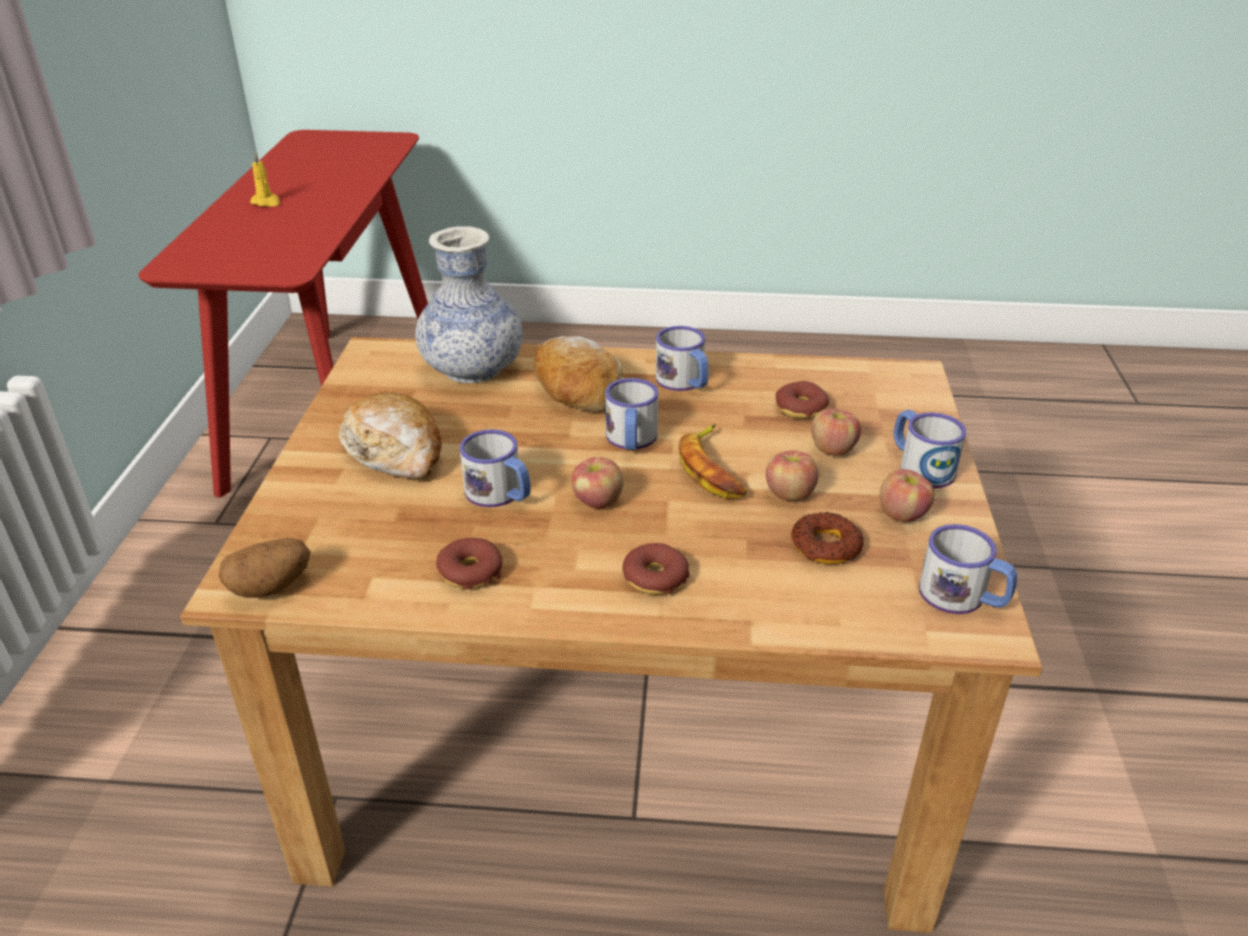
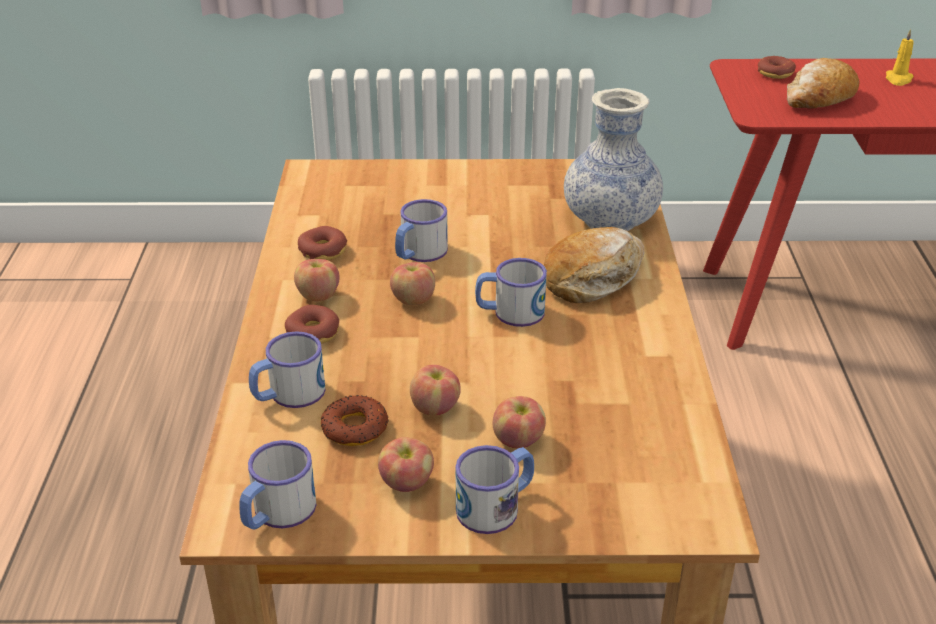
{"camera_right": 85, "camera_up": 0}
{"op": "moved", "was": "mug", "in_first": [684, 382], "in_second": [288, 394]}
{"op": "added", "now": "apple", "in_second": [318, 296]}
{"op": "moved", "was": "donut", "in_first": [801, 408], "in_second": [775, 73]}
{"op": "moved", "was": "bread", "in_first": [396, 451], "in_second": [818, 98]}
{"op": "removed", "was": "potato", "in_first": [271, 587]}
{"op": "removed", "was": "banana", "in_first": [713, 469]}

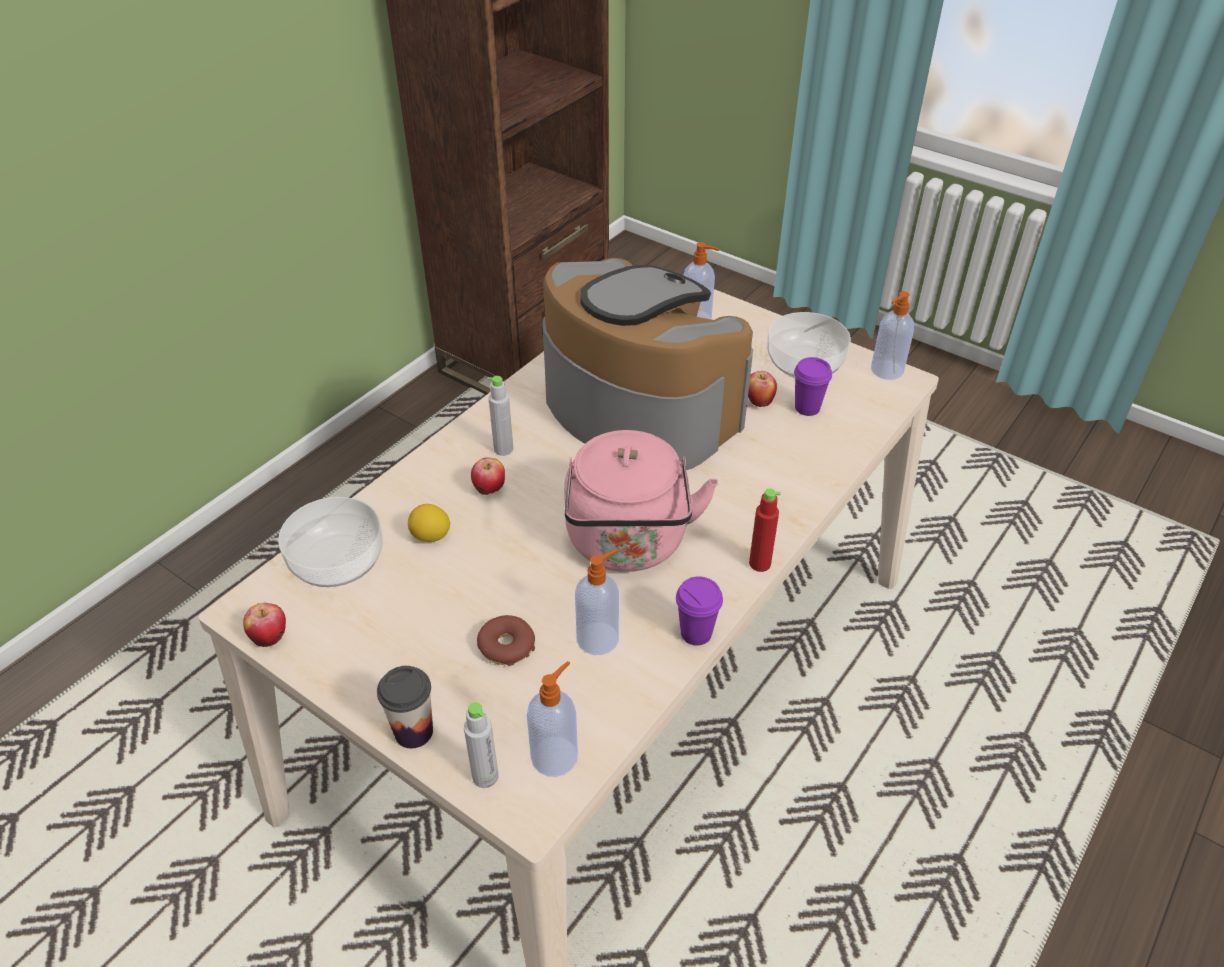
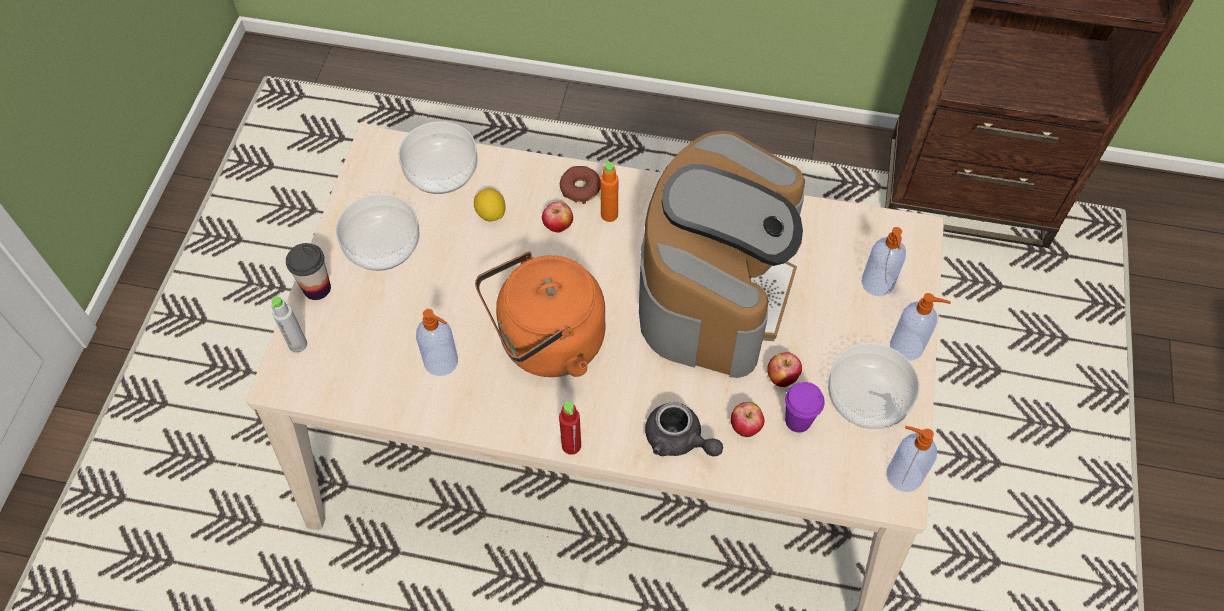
{"camera_right": 65, "camera_up": 15}
{"op": "added", "now": "bowl", "in_second": [382, 245]}
{"op": "recoloured", "was": "pink_kettle", "now": "orange_kettle", "in_first": [628, 544], "in_second": [546, 344]}
{"op": "moved", "was": "donut", "in_first": [506, 646], "in_second": [580, 188]}
{"op": "recoloured", "was": "grey_bottle", "now": "orange_bottle", "in_first": [503, 449], "in_second": [609, 215]}
{"op": "added", "now": "grey_teapot", "in_second": [679, 440]}
{"op": "moved", "was": "apple", "in_first": [270, 638], "in_second": [745, 427]}
{"op": "moved", "was": "soap_dispenser", "in_first": [555, 755], "in_second": [907, 346]}
{"op": "removed", "was": "purple_cup", "in_first": [696, 633]}

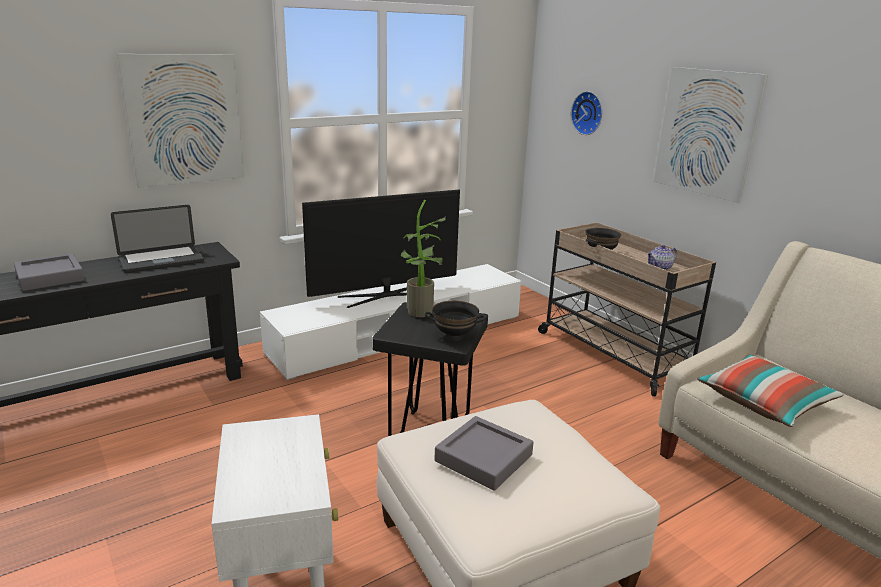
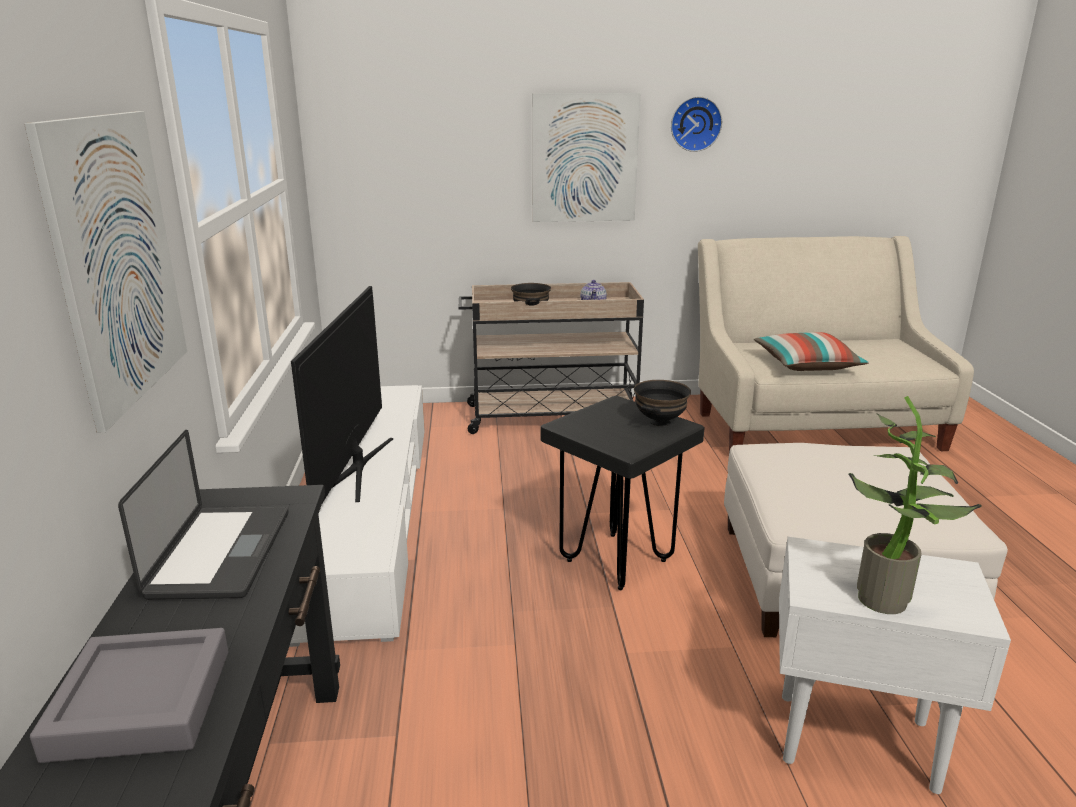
{"camera_right": -60, "camera_up": 0}
{"op": "moved", "was": "wall_clock", "in_first": [588, 113], "in_second": [695, 124]}
{"op": "moved", "was": "potted_plant", "in_first": [422, 313], "in_second": [889, 599]}
{"op": "removed", "was": "grey_tray", "in_first": [483, 458]}

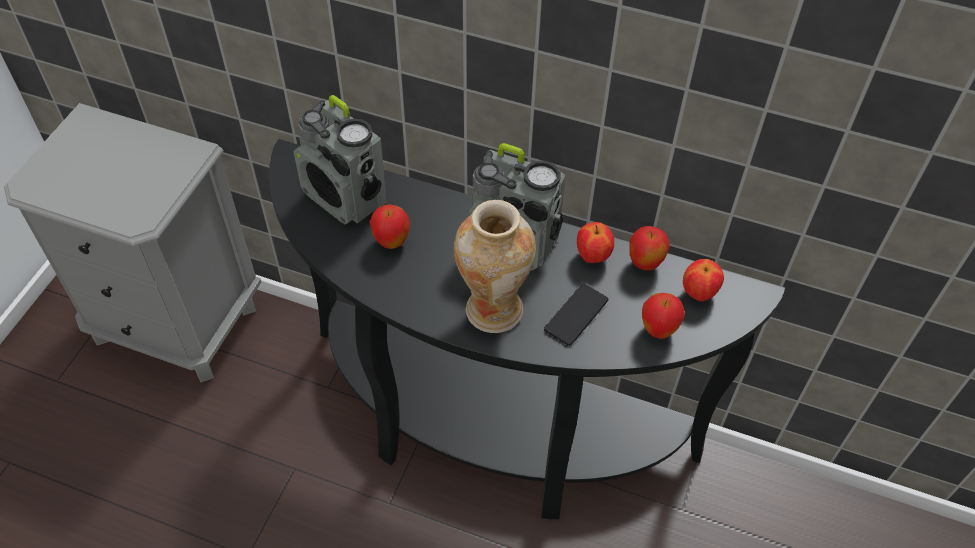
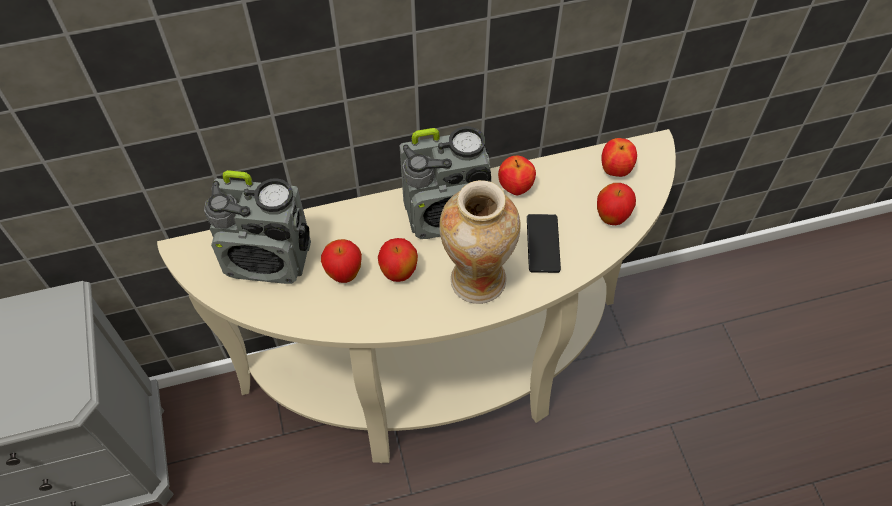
{"camera_right": -35, "camera_up": 5}
{"op": "recoloured", "was": "black_console_table", "now": "beige_console_table", "in_first": [487, 431], "in_second": [443, 383]}
{"op": "moved", "was": "apple", "in_first": [644, 263], "in_second": [399, 273]}

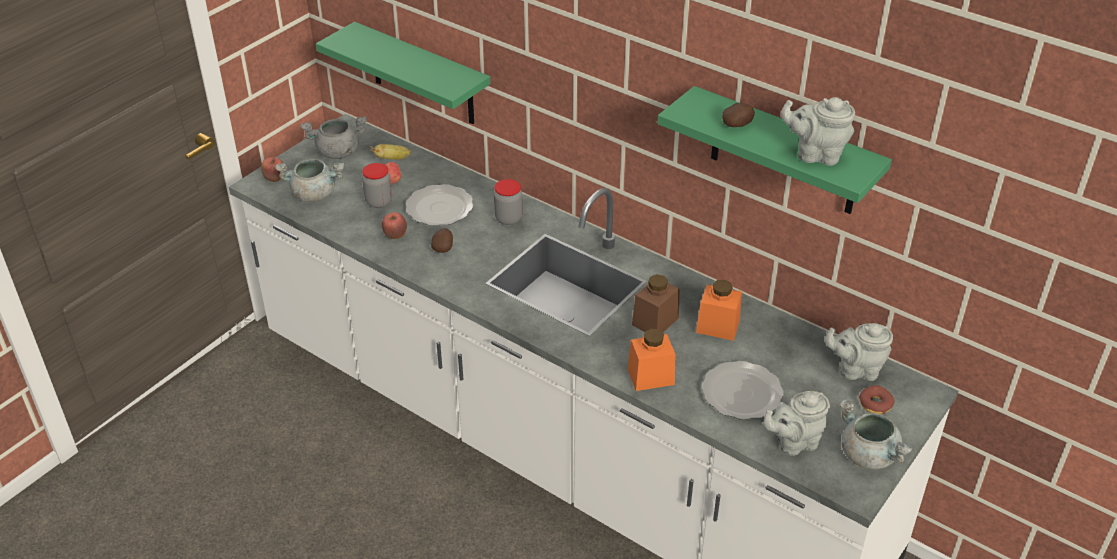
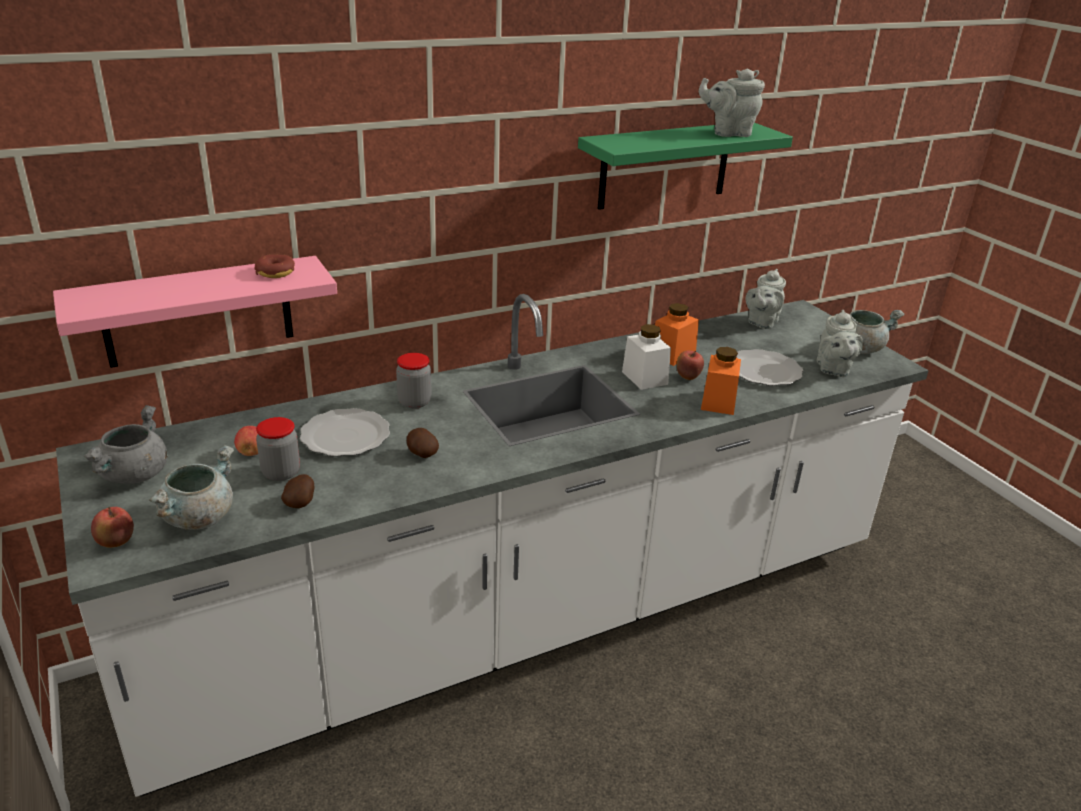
{"camera_right": -65, "camera_up": -10}
{"op": "recoloured", "was": "green_shelf", "now": "pink_shelf", "in_first": [422, 75], "in_second": [198, 312]}
{"op": "moved", "was": "donut", "in_first": [875, 404], "in_second": [275, 272]}
{"op": "moved", "was": "potato", "in_first": [737, 125], "in_second": [301, 502]}
{"op": "recoloured", "was": "brown_jar", "now": "white_jar", "in_first": [655, 321], "in_second": [644, 378]}
{"op": "moved", "was": "apple", "in_first": [395, 236], "in_second": [687, 377]}
{"op": "turned", "was": "grey_teapot", "in_first": [815, 154], "in_second": [728, 133], "clockwise": 45}
{"op": "removed", "was": "banana", "in_first": [392, 159]}

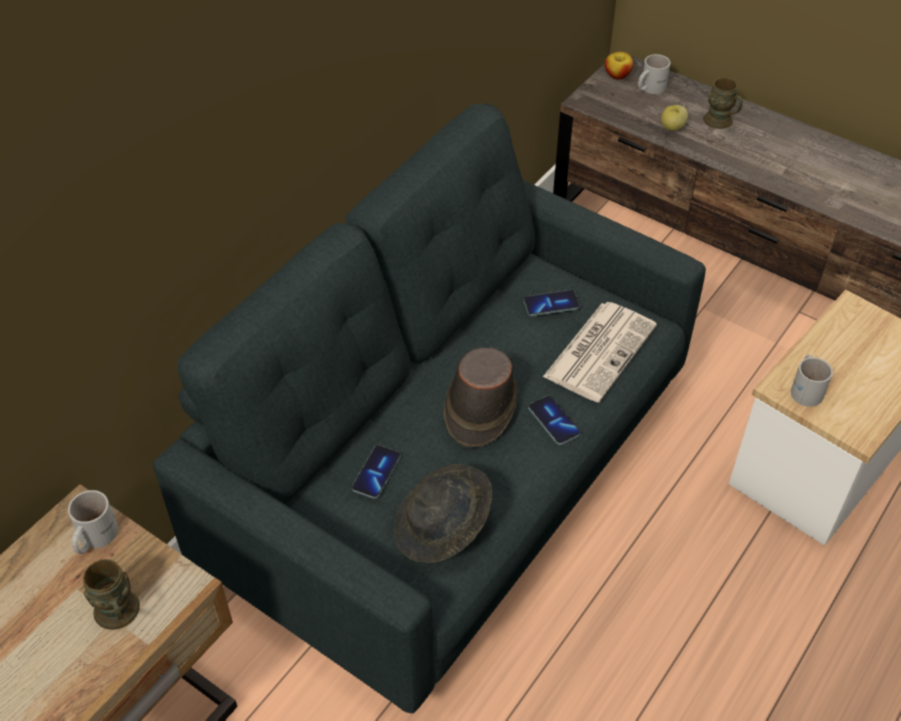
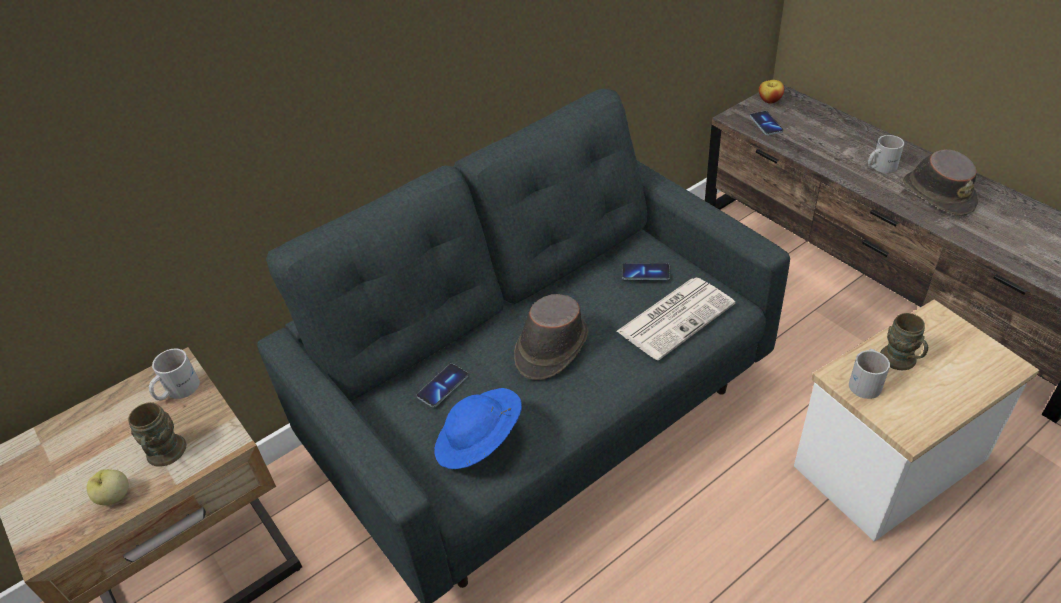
{"camera_right": 20, "camera_up": -5}
{"op": "moved", "was": "apple", "in_first": [672, 128], "in_second": [114, 497]}
{"op": "recoloured", "was": "grey_hat", "now": "blue_hat", "in_first": [442, 528], "in_second": [479, 443]}
{"op": "moved", "was": "phone", "in_first": [554, 421], "in_second": [766, 124]}
{"op": "moved", "was": "white_mug", "in_first": [649, 88], "in_second": [879, 166]}
{"op": "moved", "was": "brown_mug", "in_first": [721, 123], "in_second": [901, 362]}
{"op": "added", "now": "brown_hat", "in_second": [938, 194]}

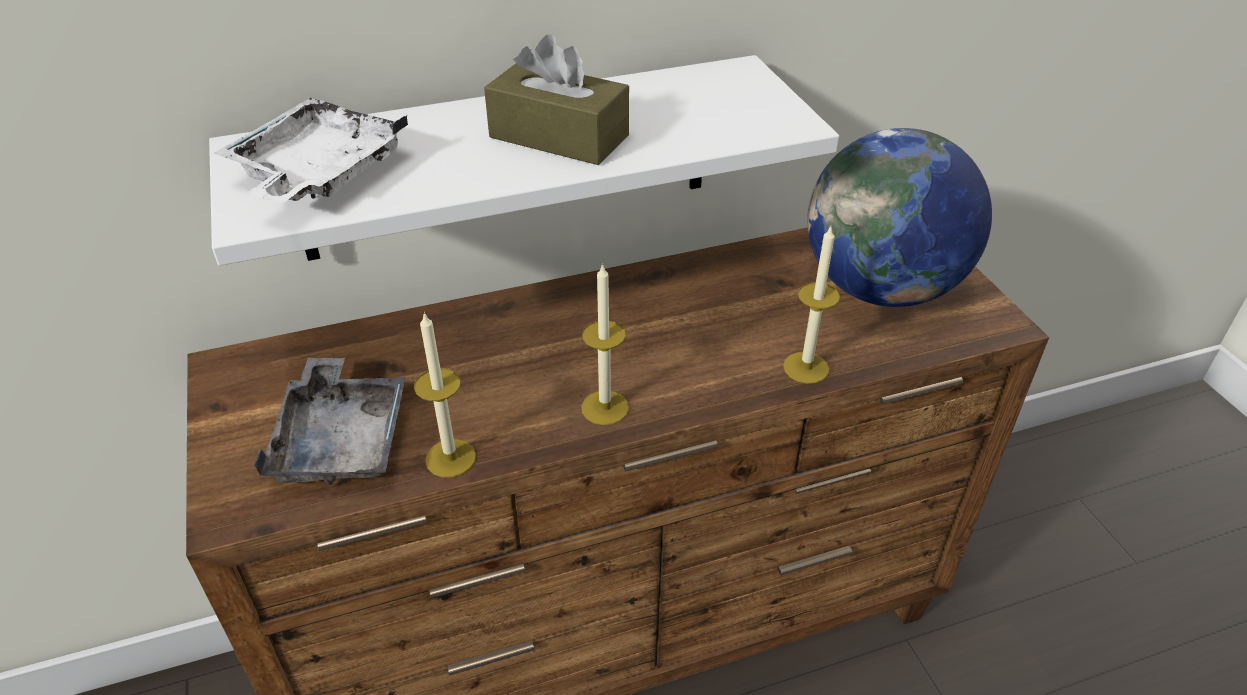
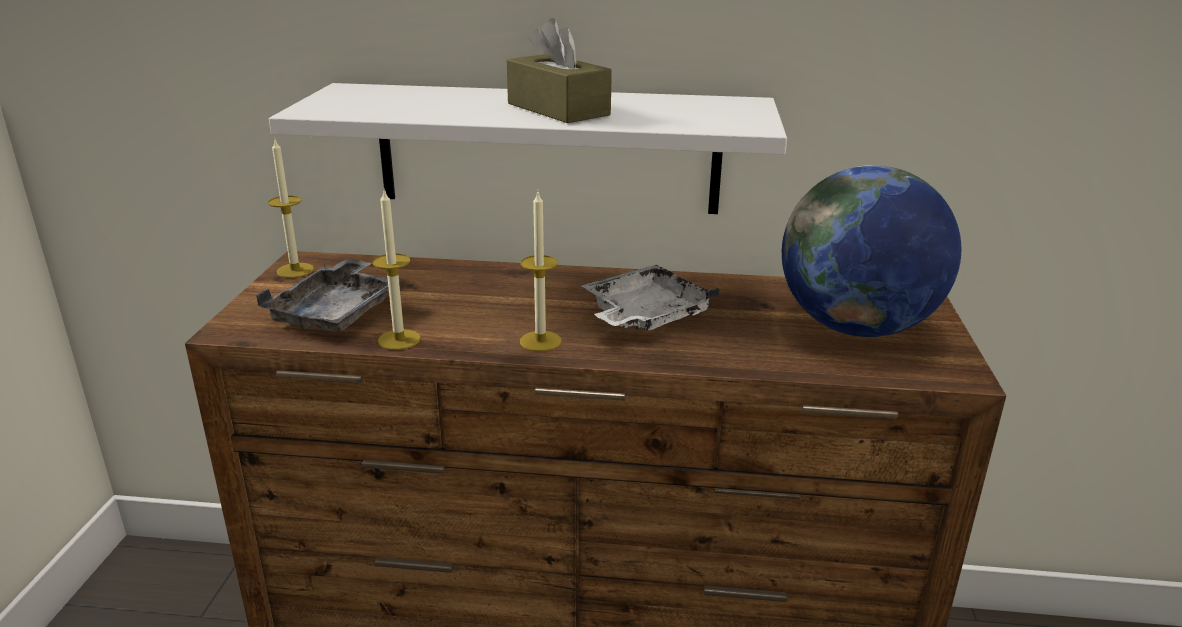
{"camera_right": 25, "camera_up": -15}
{"op": "moved", "was": "candle", "in_first": [806, 368], "in_second": [295, 270]}
{"op": "moved", "was": "white_tray", "in_first": [317, 174], "in_second": [645, 315]}

